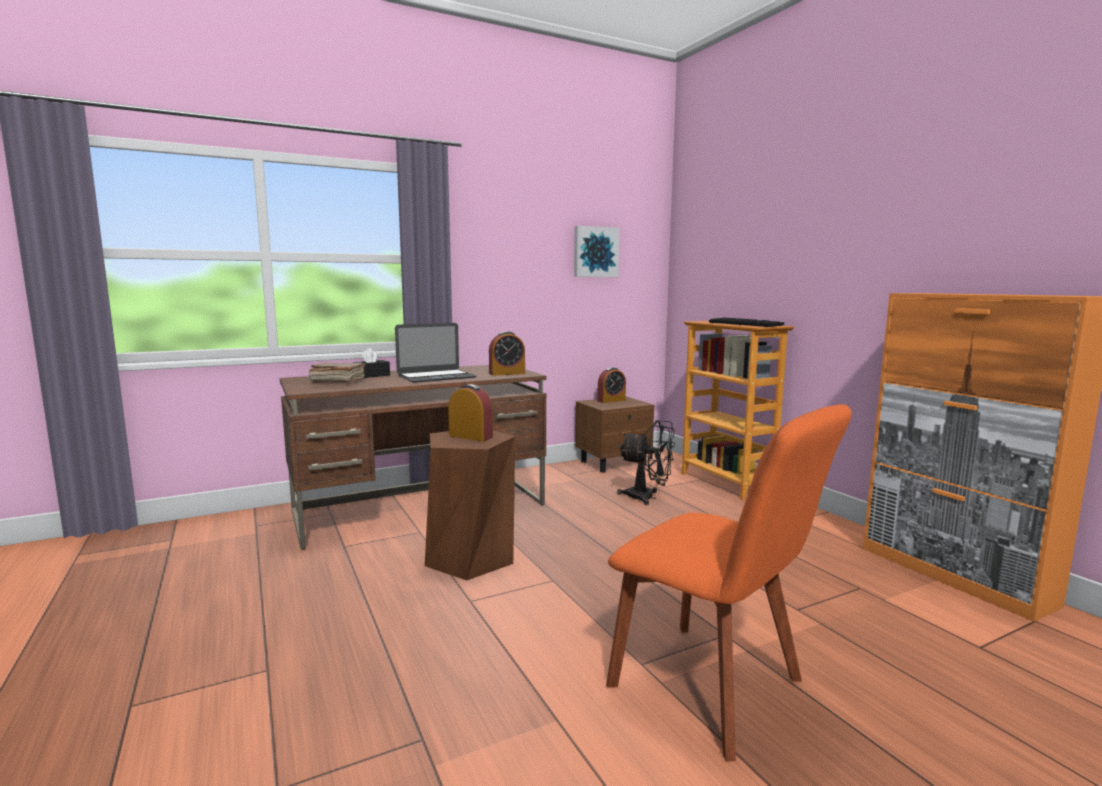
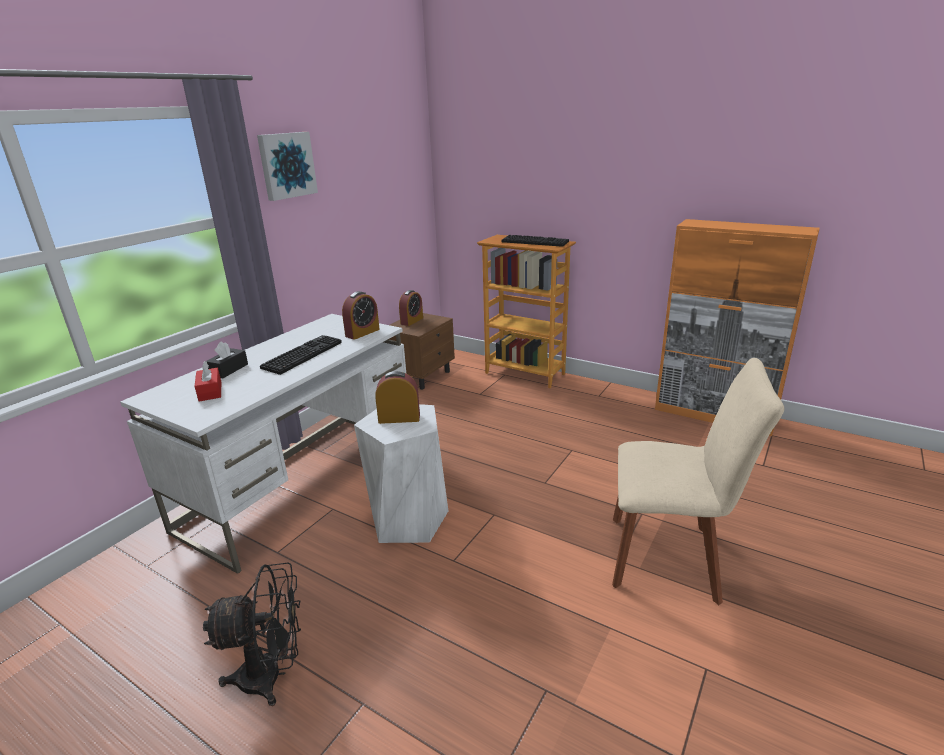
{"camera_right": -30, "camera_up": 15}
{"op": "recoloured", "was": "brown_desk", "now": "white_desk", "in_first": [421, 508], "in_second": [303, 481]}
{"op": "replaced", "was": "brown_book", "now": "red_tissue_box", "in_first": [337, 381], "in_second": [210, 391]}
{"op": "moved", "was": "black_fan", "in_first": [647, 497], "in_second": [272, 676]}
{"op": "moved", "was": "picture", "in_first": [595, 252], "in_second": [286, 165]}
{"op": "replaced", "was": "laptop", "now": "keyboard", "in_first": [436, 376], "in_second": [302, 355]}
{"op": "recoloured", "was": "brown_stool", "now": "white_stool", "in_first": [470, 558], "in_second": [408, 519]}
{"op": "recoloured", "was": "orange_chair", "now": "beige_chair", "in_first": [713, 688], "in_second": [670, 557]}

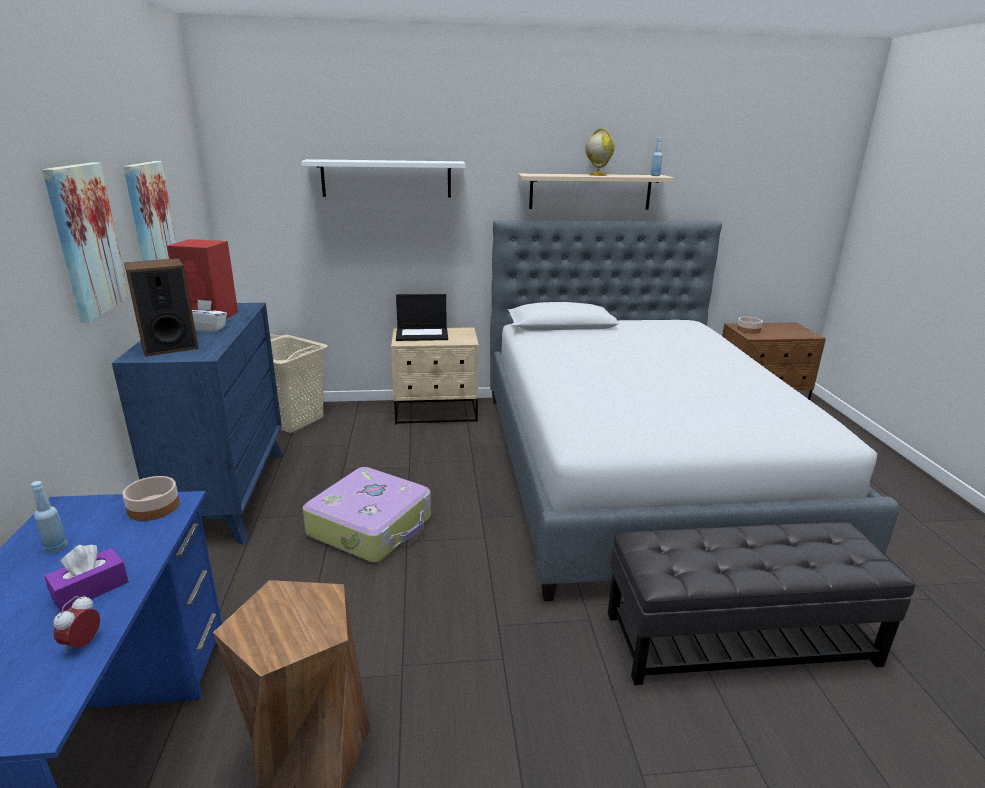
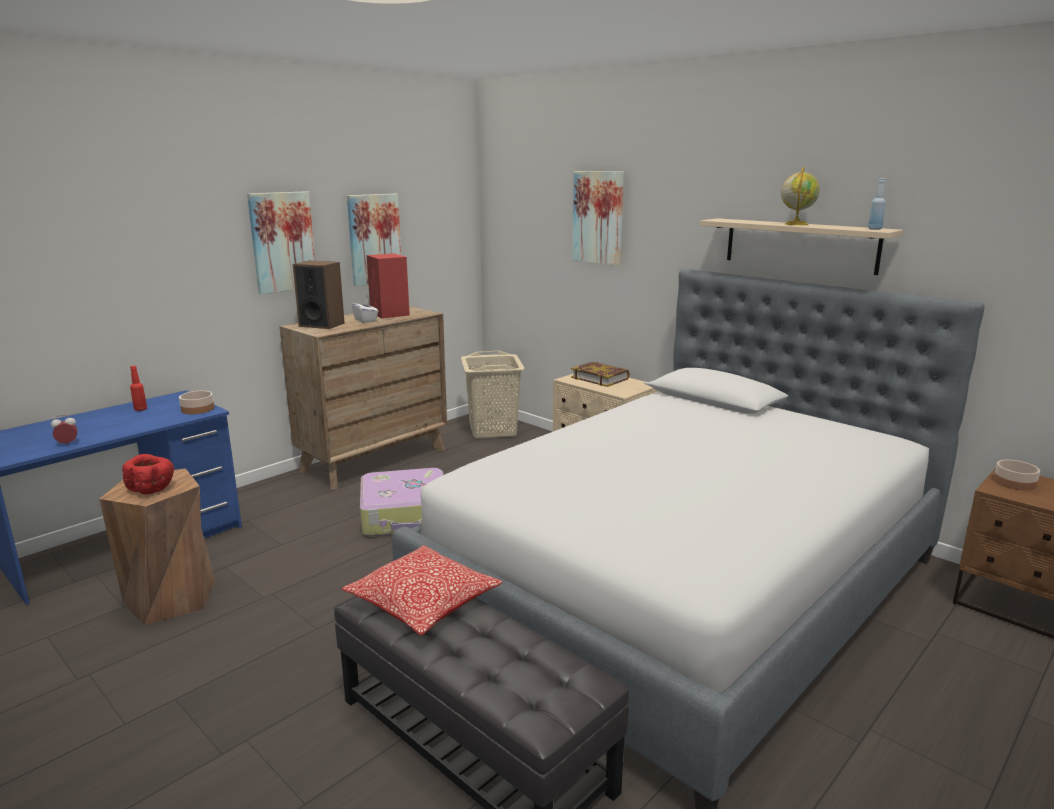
{"camera_right": 50, "camera_up": -5}
{"op": "added", "now": "red_bowl", "in_second": [152, 489]}
{"op": "recoloured", "was": "blue_bottle", "now": "red_bottle", "in_first": [56, 547], "in_second": [140, 409]}
{"op": "recoloured", "was": "blue_dresser", "now": "brown_dresser", "in_first": [228, 495], "in_second": [374, 460]}
{"op": "added", "now": "pillow", "in_second": [423, 603]}
{"op": "replaced", "was": "laptop", "now": "book", "in_first": [422, 334], "in_second": [600, 378]}
{"op": "replaced", "was": "white_shelf", "now": "picture", "in_first": [386, 178], "in_second": [598, 217]}
{"op": "removed", "was": "purple_tissue_box", "in_first": [90, 589]}

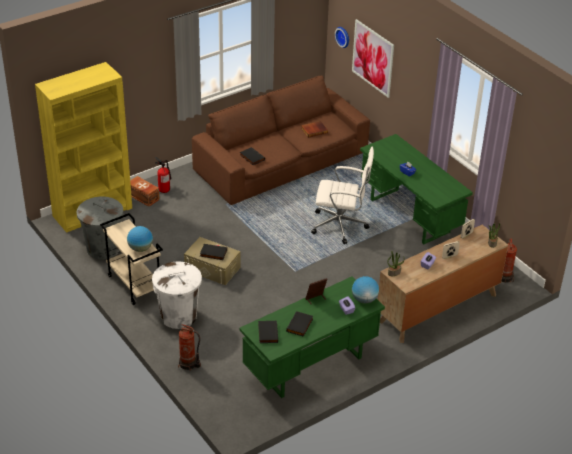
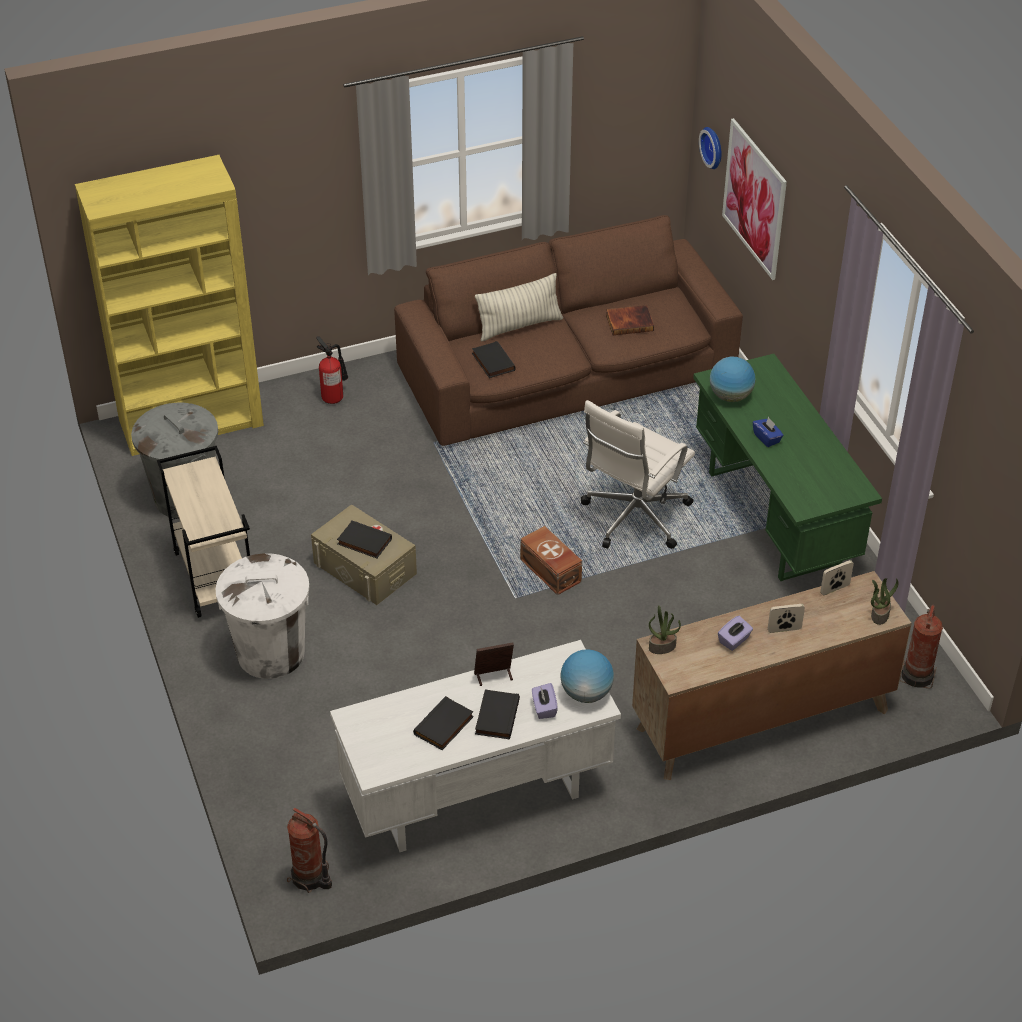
{"camera_right": 15, "camera_up": 5}
{"op": "moved", "was": "fire_extinguisher", "in_first": [188, 364], "in_second": [310, 878]}
{"op": "recoloured", "was": "green_desk", "now": "white_desk", "in_first": [310, 366], "in_second": [476, 797]}
{"op": "added", "now": "pillow", "in_second": [519, 326]}
{"op": "moved", "was": "black_book", "in_first": [267, 333], "in_second": [496, 716]}
{"op": "moved", "was": "brown_storage_box", "in_first": [143, 197], "in_second": [550, 571]}
{"op": "turned", "was": "white_office_chair", "in_first": [340, 225], "in_second": [633, 518], "clockwise": 105}
{"op": "moved", "was": "globe", "in_first": [140, 248], "in_second": [730, 396]}

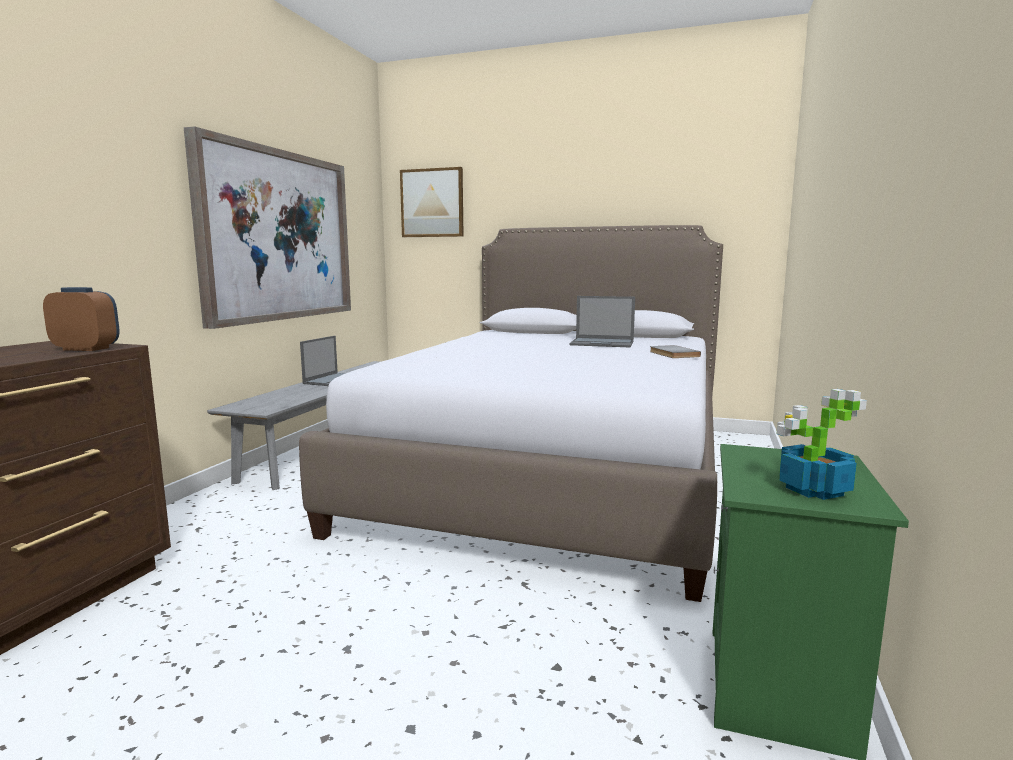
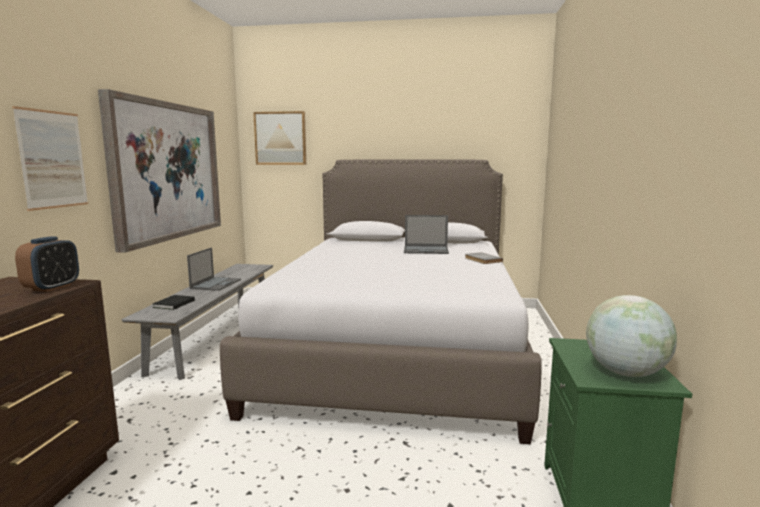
{"camera_right": -10, "camera_up": 0}
{"op": "added", "now": "picture", "in_second": [53, 159]}
{"op": "turned", "was": "alarm_clock", "in_first": [86, 349], "in_second": [52, 288], "clockwise": 105}
{"op": "added", "now": "black_book", "in_second": [173, 304]}
{"op": "replaced", "was": "potted_plant", "now": "globe", "in_first": [812, 489], "in_second": [625, 373]}

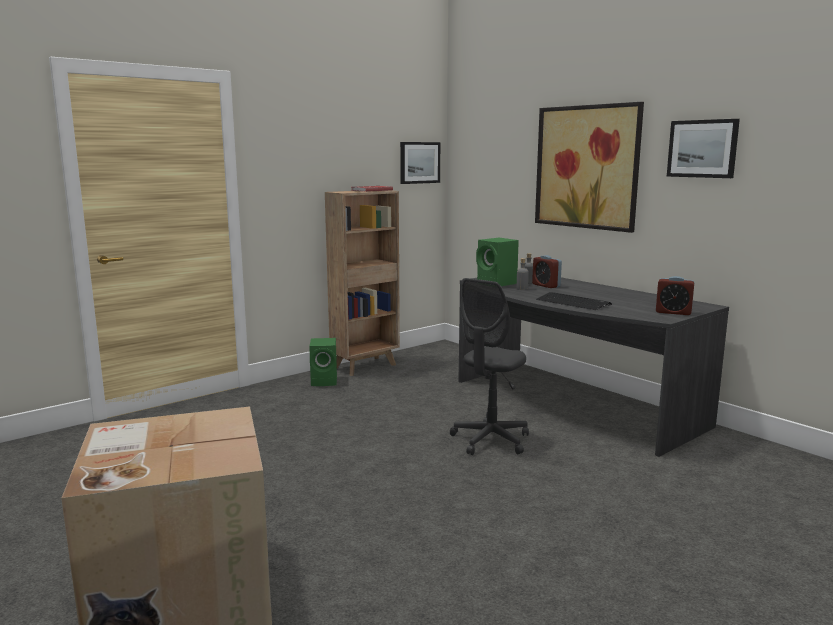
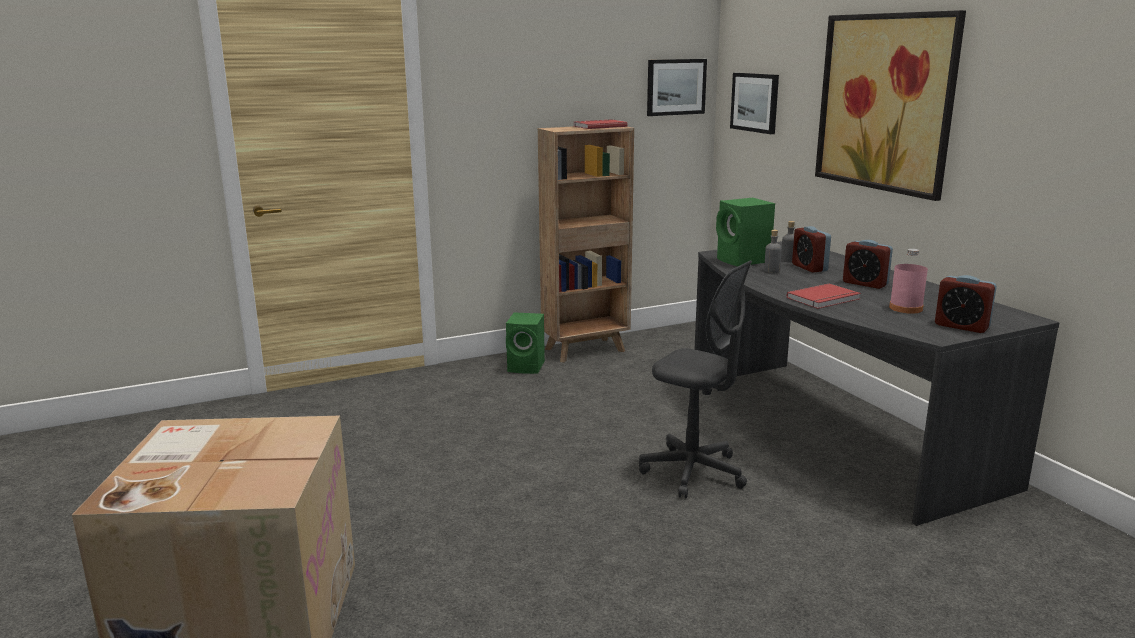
{"camera_right": 15, "camera_up": 5}
{"op": "turned", "was": "grey_office_chair", "in_first": [490, 440], "in_second": [693, 472], "clockwise": -105}
{"op": "moved", "was": "picture", "in_first": [702, 148], "in_second": [755, 102]}
{"op": "replaced", "was": "keyboard", "now": "red_book", "in_first": [573, 302], "in_second": [825, 299]}
{"op": "added", "now": "alarm_clock", "in_second": [865, 284]}
{"op": "added", "now": "pink_bottle", "in_second": [905, 308]}

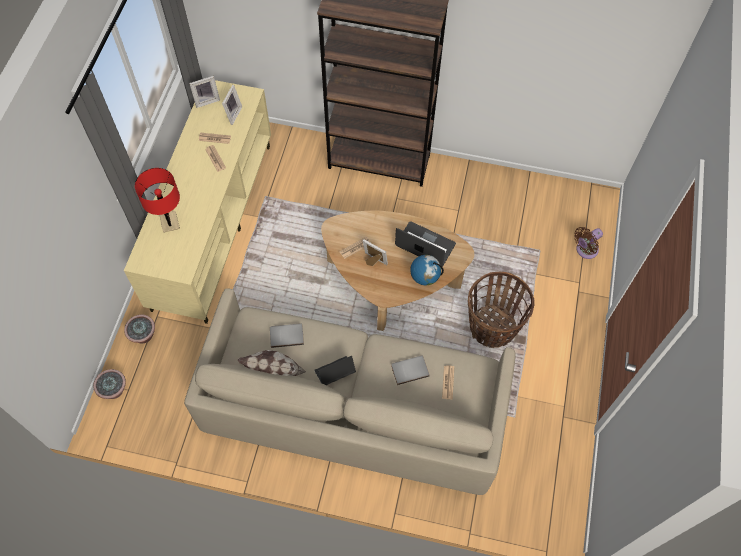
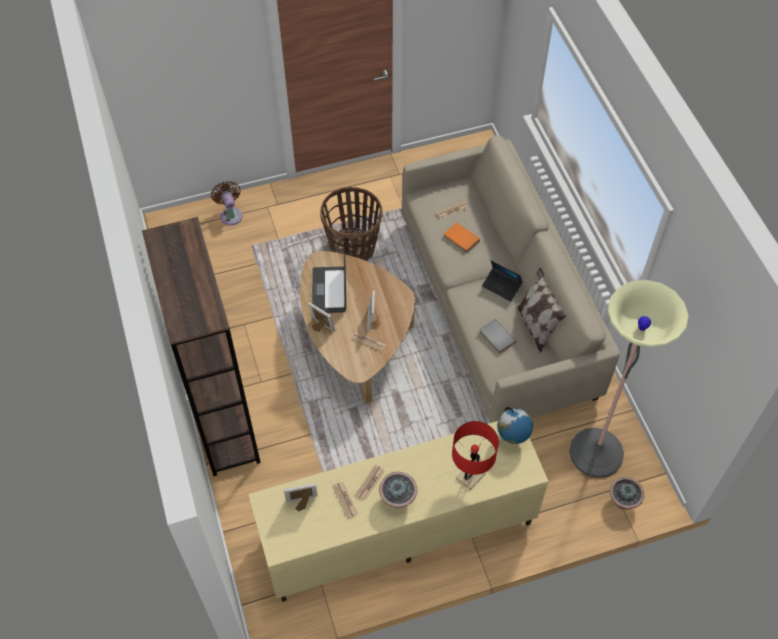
{"camera_right": -120, "camera_up": -5}
{"op": "turned", "was": "brown_fan", "in_first": [585, 250], "in_second": [230, 214], "clockwise": -135}
{"op": "moved", "was": "picture_frame", "in_first": [206, 100], "in_second": [321, 328]}
{"op": "moved", "was": "potted_plant", "in_first": [143, 336], "in_second": [398, 498]}
{"op": "recoloured", "was": "grey_book", "now": "orange_book", "in_first": [409, 369], "in_second": [460, 239]}
{"op": "moved", "was": "globe", "in_first": [424, 280], "in_second": [512, 438]}
{"op": "added", "now": "floor_lamp", "in_second": [596, 453]}

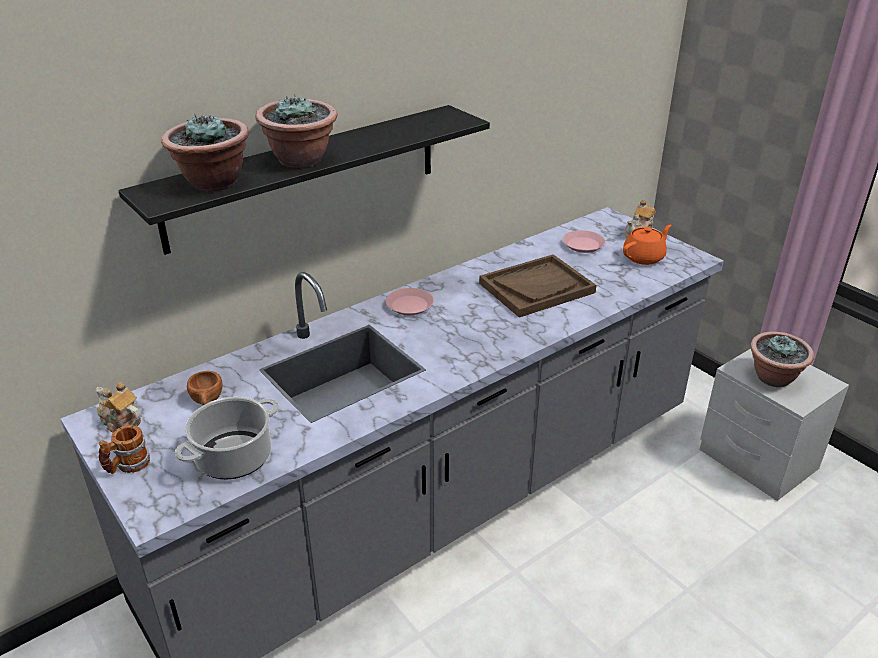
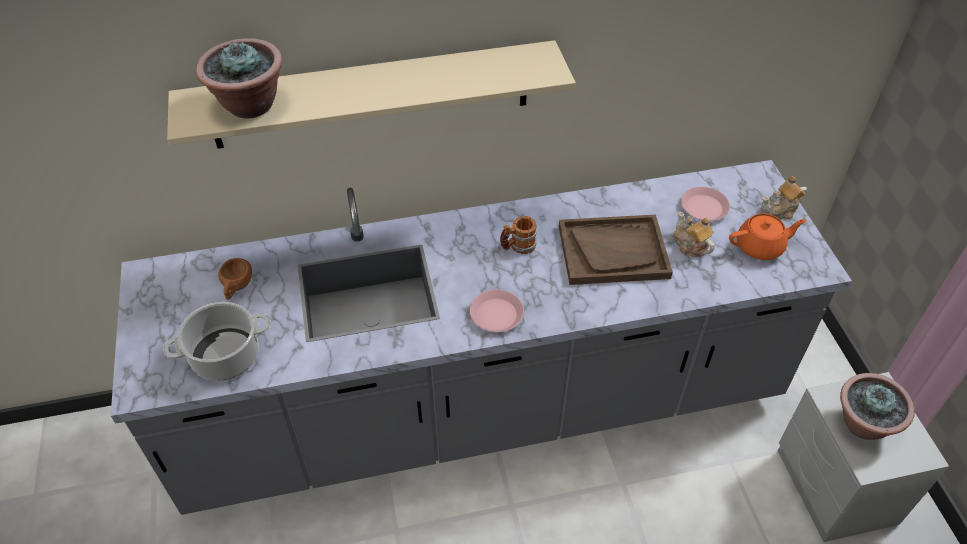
{"camera_right": 25, "camera_up": 15}
{"op": "recoloured", "was": "black_shelf", "now": "beige_shelf", "in_first": [305, 176], "in_second": [371, 95]}
{"op": "moved", "was": "pink_plate", "in_first": [409, 305], "in_second": [496, 314]}
{"op": "moved", "was": "mug", "in_first": [127, 466], "in_second": [518, 246]}
{"op": "moved", "was": "teapot", "in_first": [121, 421], "in_second": [690, 245]}
{"op": "removed", "was": "potted_plant", "in_first": [301, 160]}

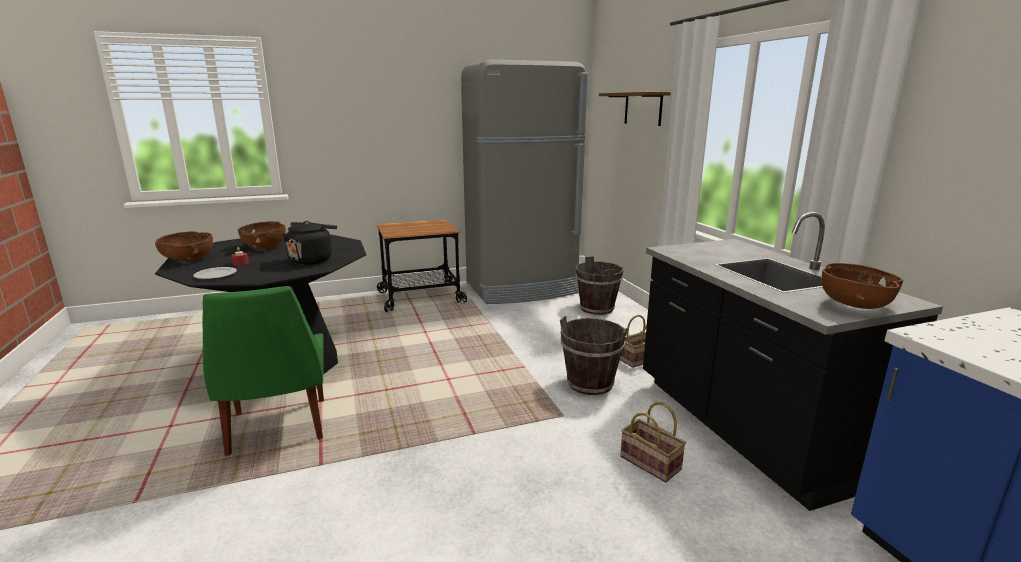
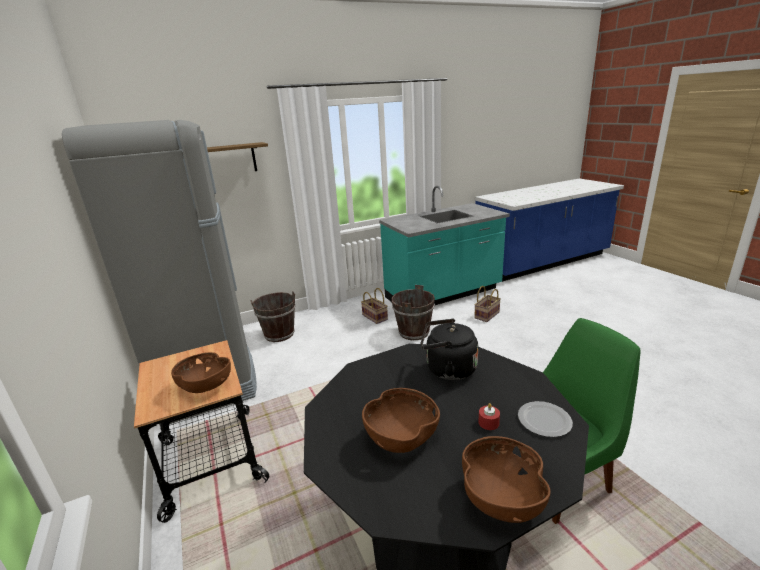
{"camera_right": -95, "camera_up": 5}
{"op": "moved", "was": "brown_bowl", "in_first": [854, 305], "in_second": [205, 386]}
{"op": "recoloured", "was": "black_counter", "now": "turquoise_counter", "in_first": [744, 428], "in_second": [443, 294]}

